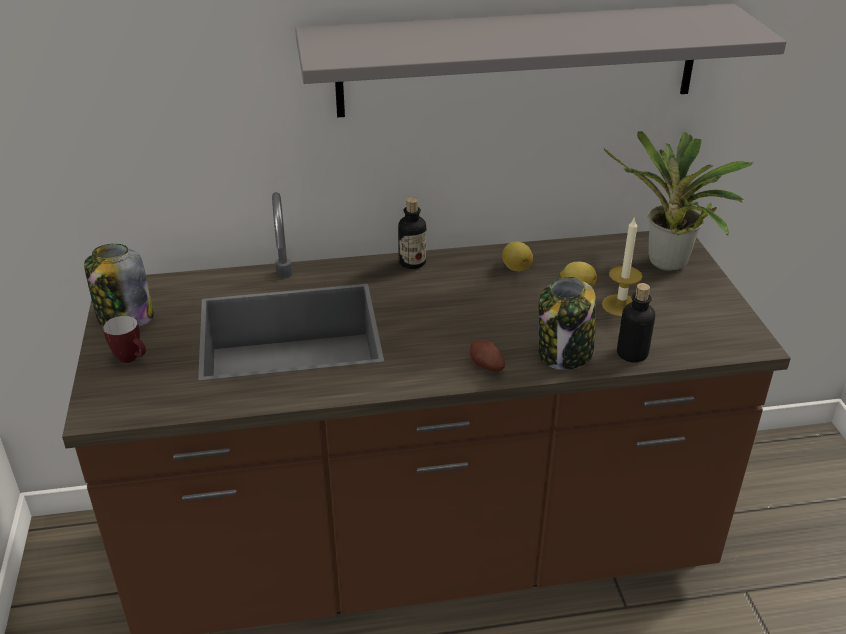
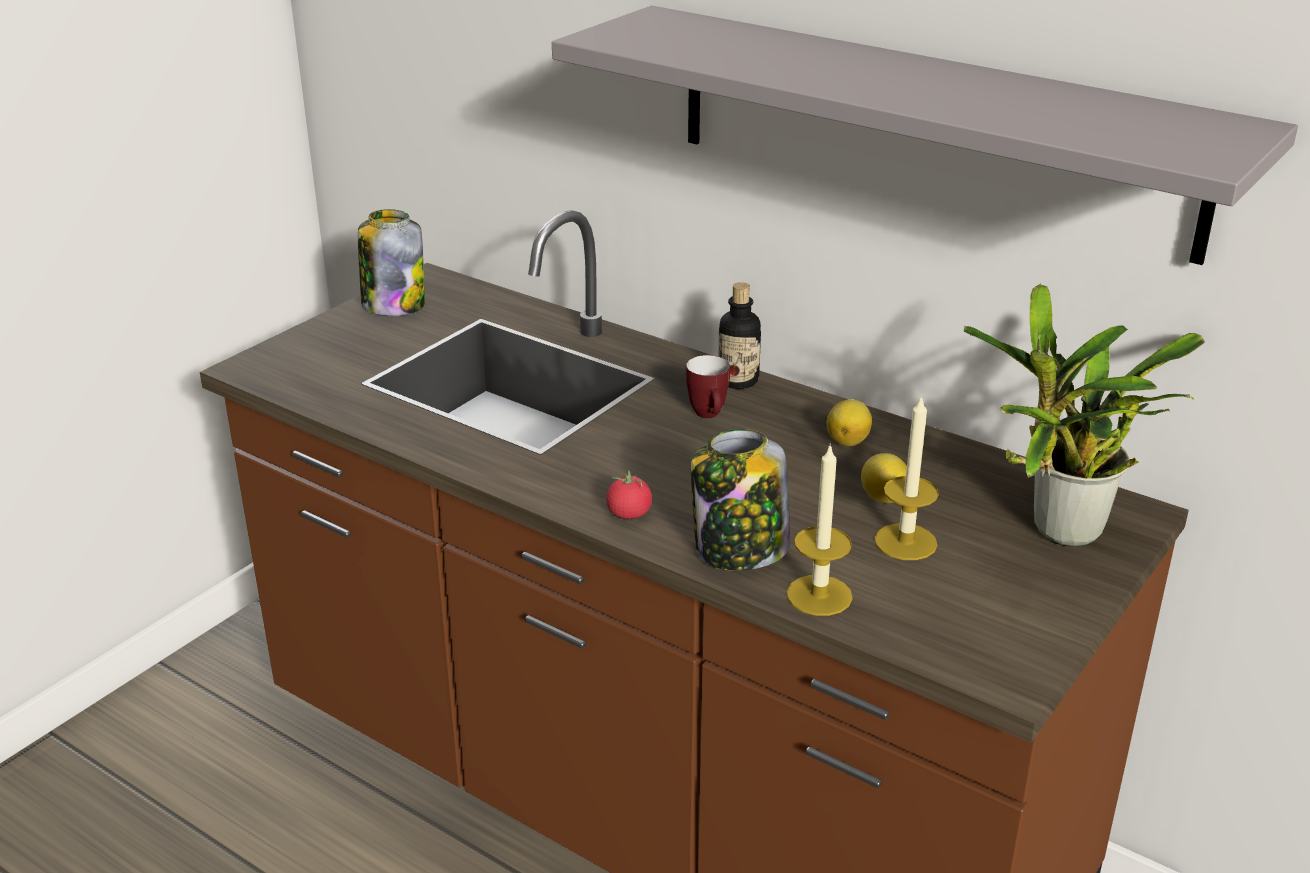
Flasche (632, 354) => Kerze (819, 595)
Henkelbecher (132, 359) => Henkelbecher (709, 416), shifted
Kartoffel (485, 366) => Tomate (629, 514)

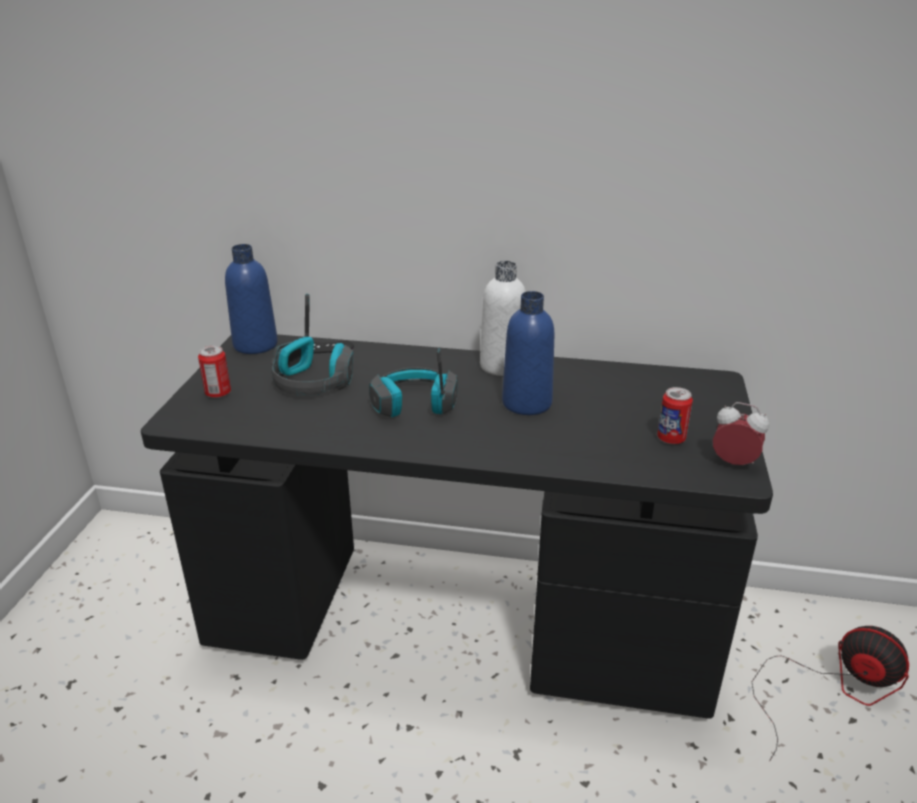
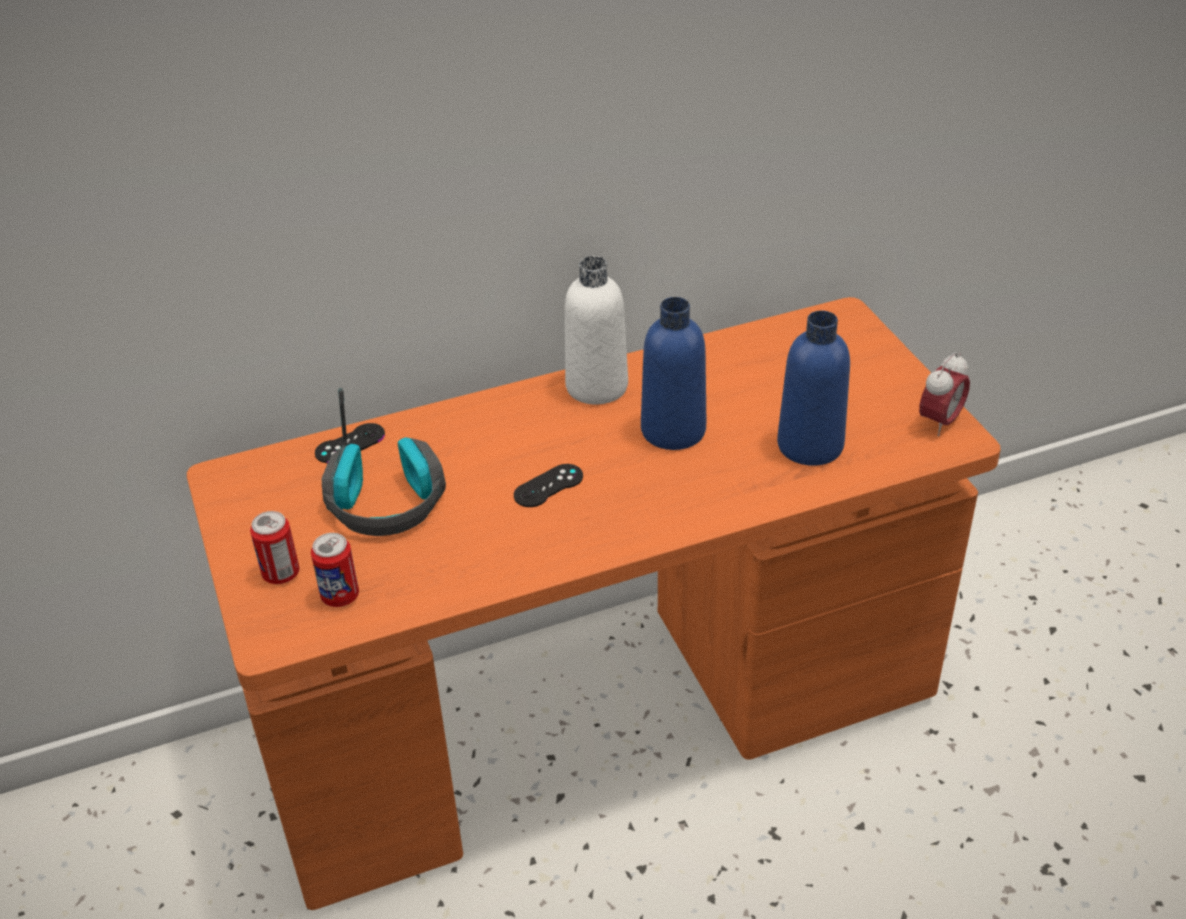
Flasche/blau (255, 345) => Flasche/blau (810, 445), shifted
Schreibtisch/schwarz (458, 622) => Schreibtisch/orange (601, 720)
Kopfhörer (414, 405) => Gamepad/schwarz (548, 486)
Dose (671, 439) => Dose (340, 596), shifted
Wecker (733, 463) => Wecker (940, 422), 135 degrees clockwise
Ventilator (831, 689) => nothing

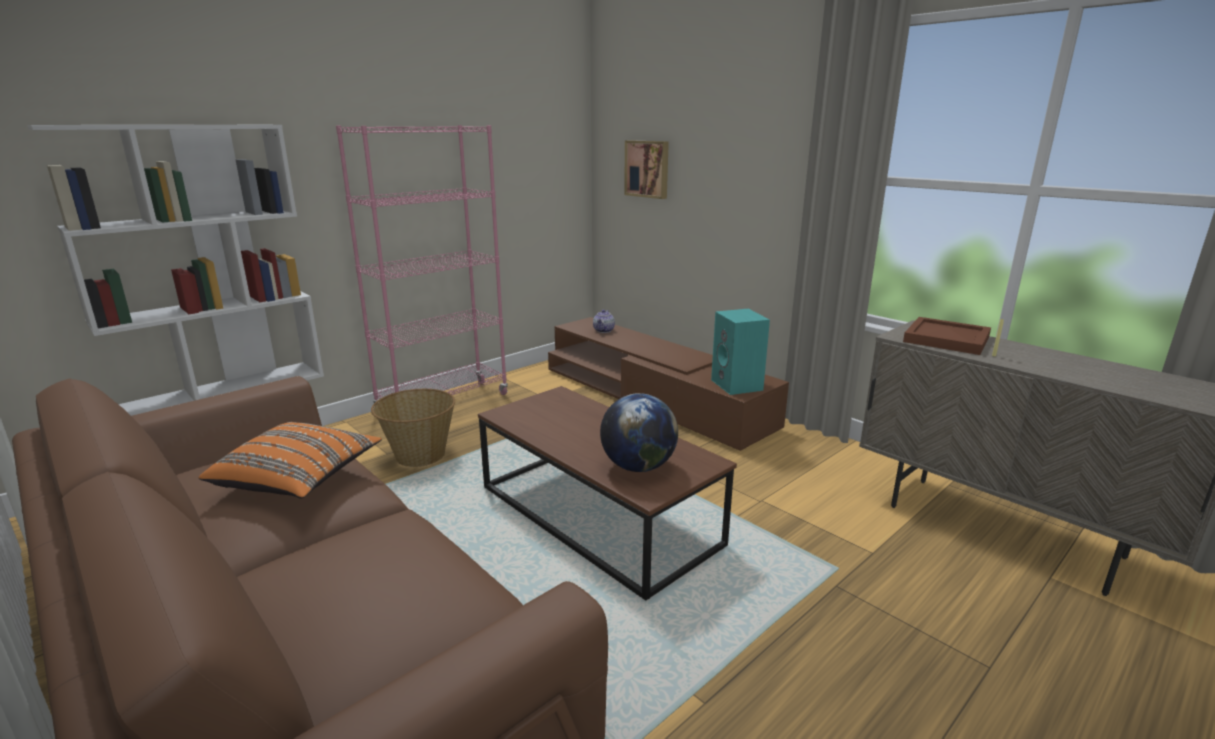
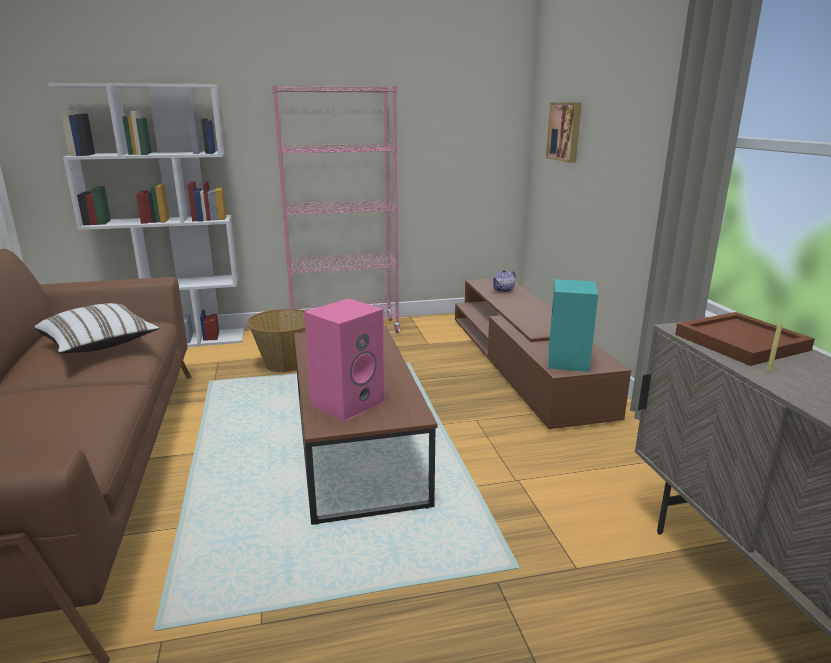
Globus (638, 467) => Lautsprecher/rosa (348, 402)
Kissen/orange (299, 480) => Kissen/weiß (99, 345)

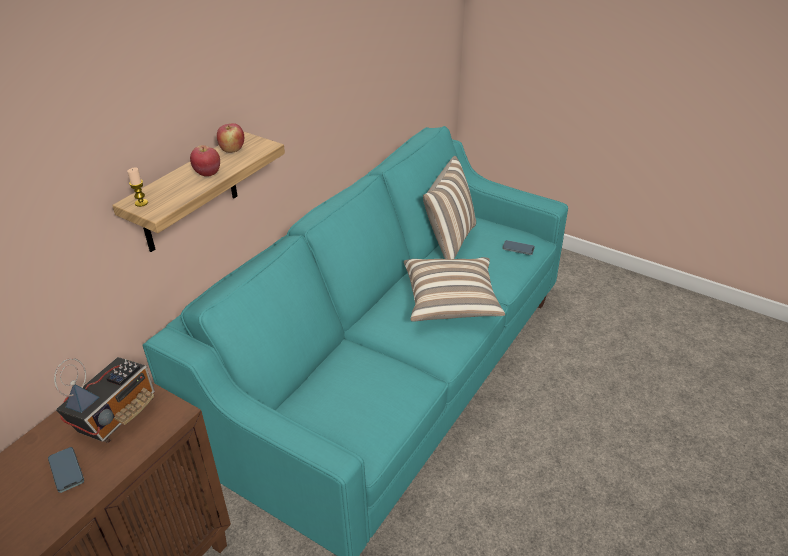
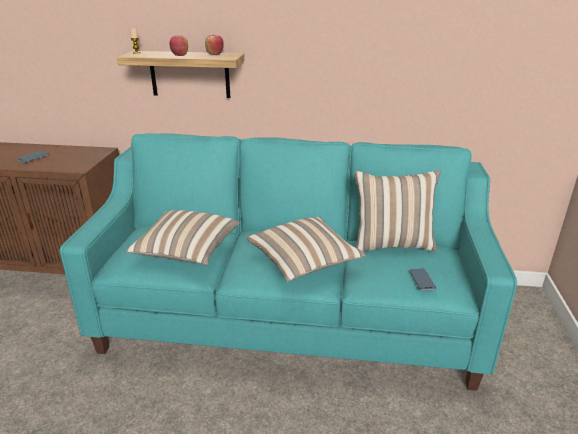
Radio (117, 416) => nothing
nothing => Kissen (187, 251)

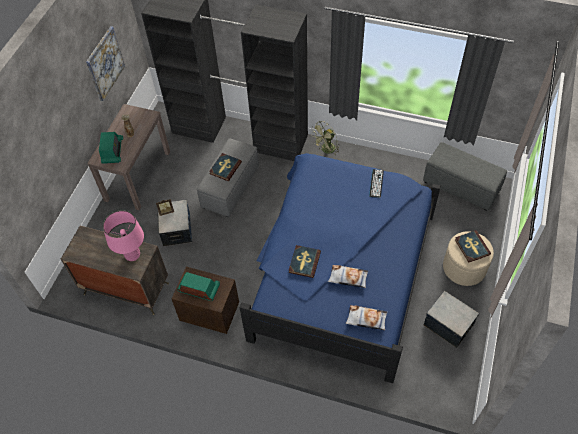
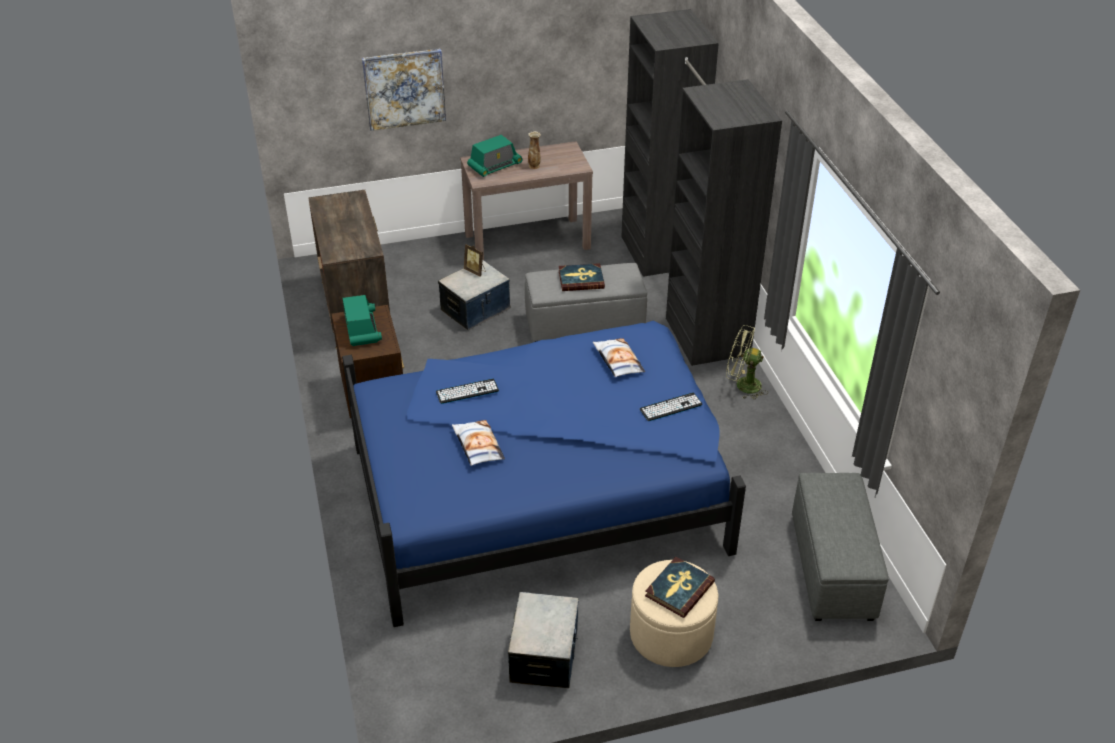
Bild (105, 63) => Bild (404, 89), shifted
Tischlampe/rosa (132, 255) => nothing
Buch (304, 262) => Tastatur (467, 391)
Kissen (366, 319) => Kissen (617, 361), shifted

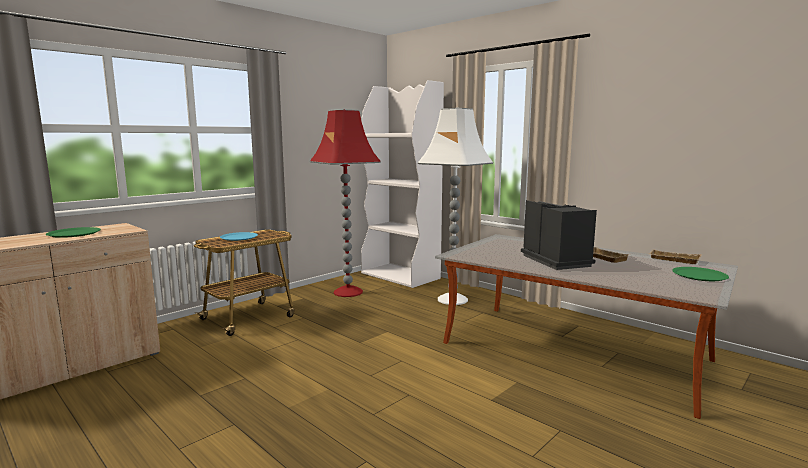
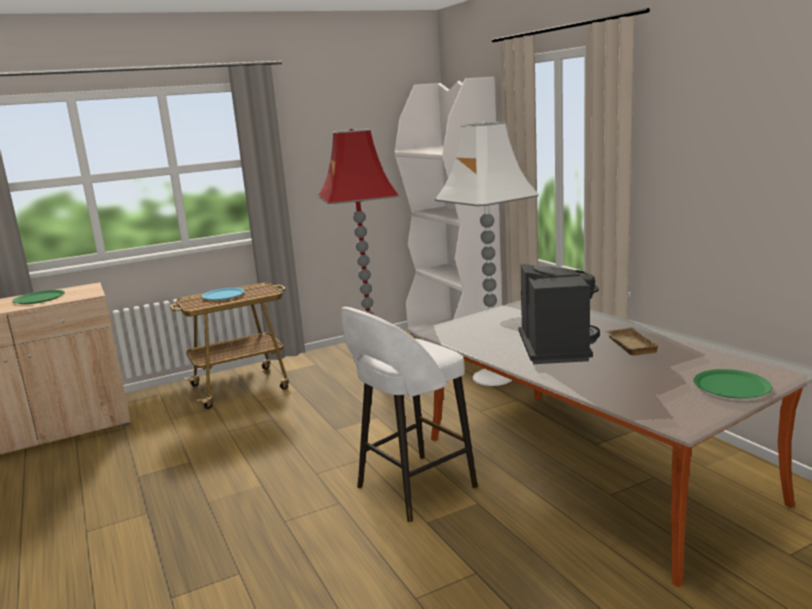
Tablett/beige (673, 260) => nothing
nothing => Hocker/weiß (413, 488)

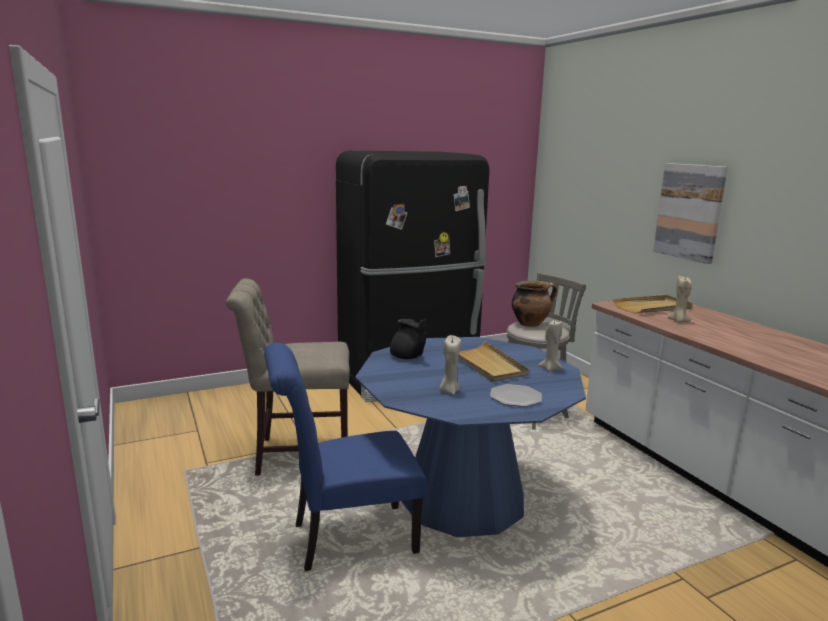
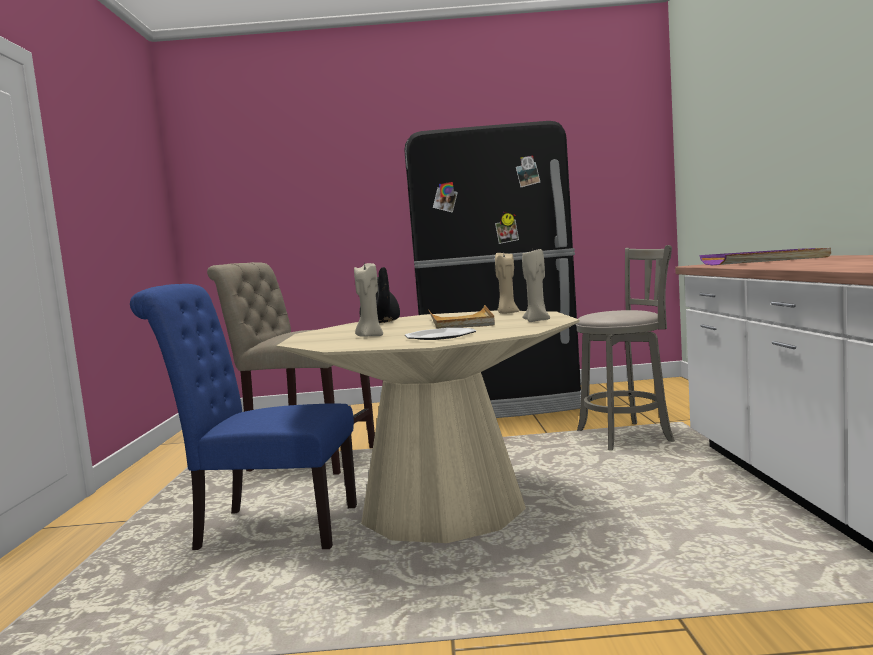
Bild (689, 212) => nothing
Kerze/beige (678, 321) => Kerze/beige (507, 313), shifted
Kochtopf (530, 324) => nothing
Tablett/beige (653, 307) => Tablett/lila (764, 261)
Esstisch/blau (463, 499) => Esstisch/beige (442, 507)

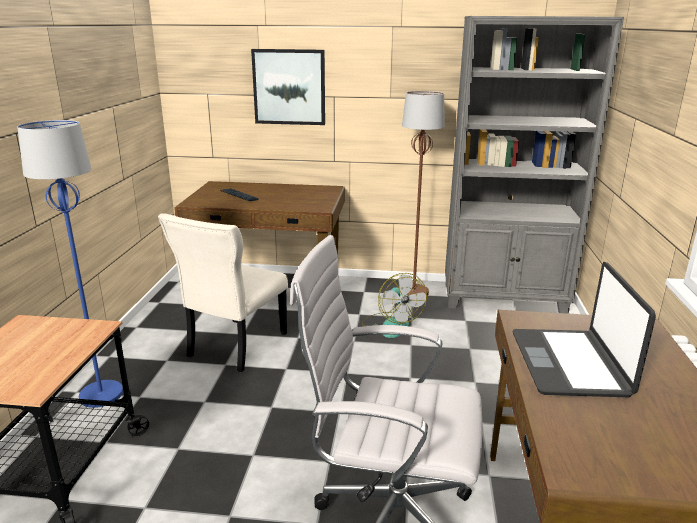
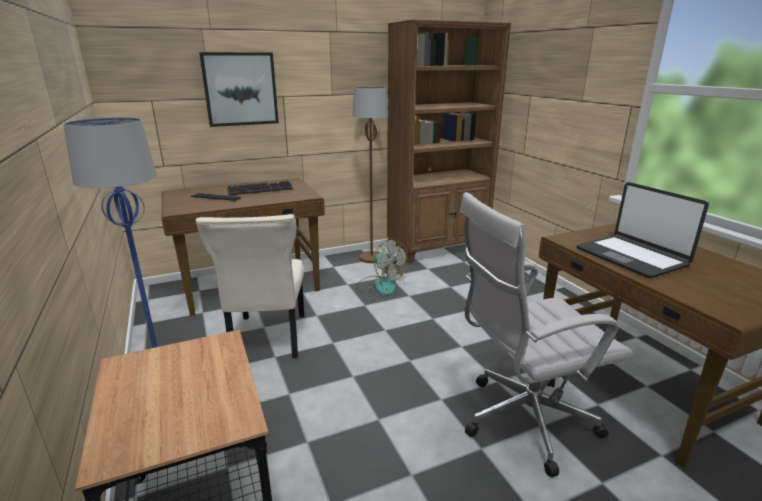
Bücherregal/grau (504, 299) => Bücherregal/braun (438, 248)
nothing => Tastatur (261, 189)

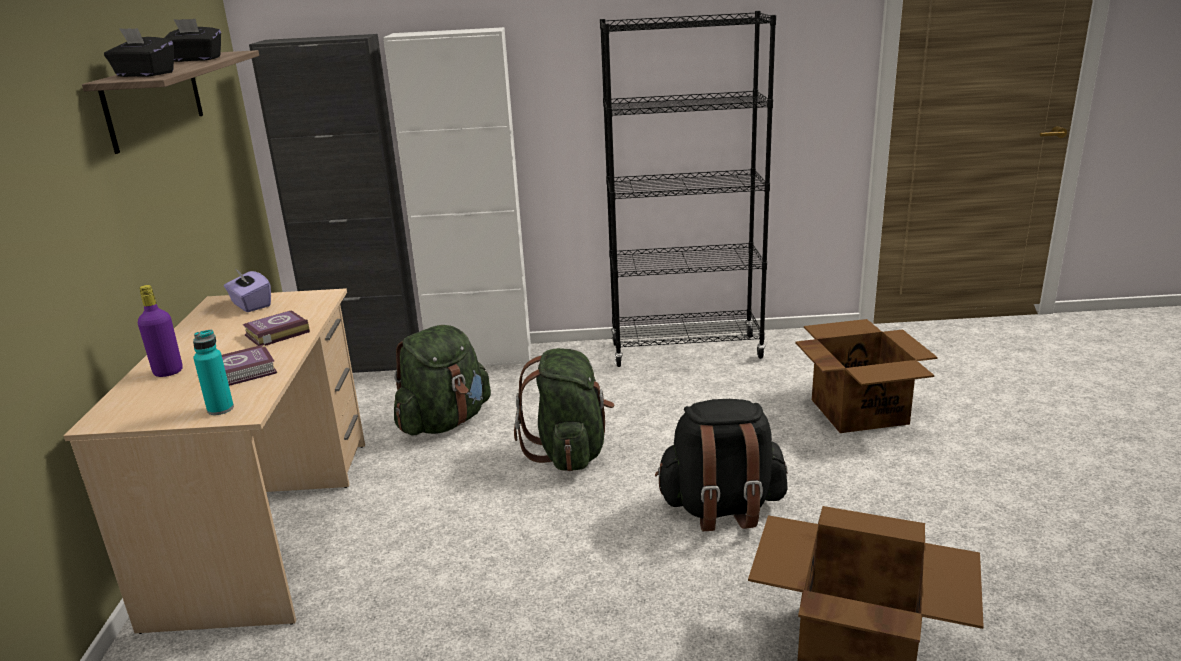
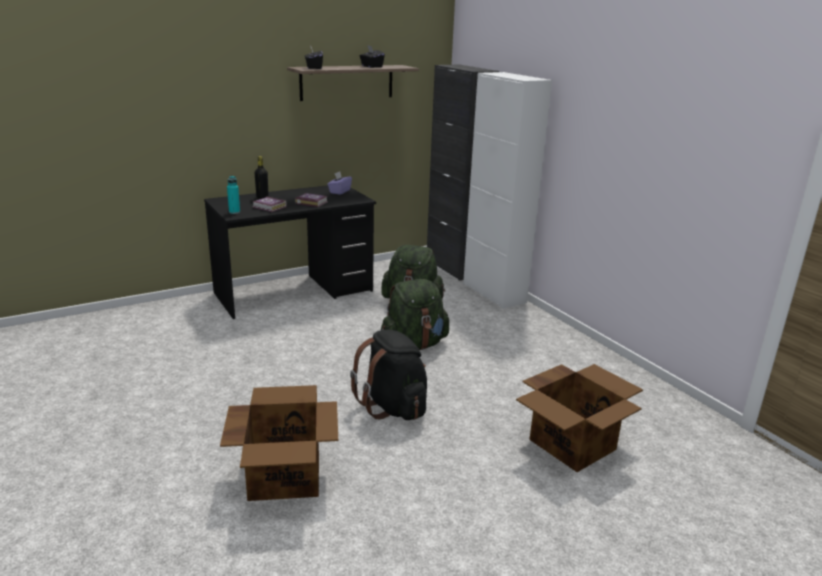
Bücherregal/schwarz (686, 351) => nothing
Flasche/lila (168, 372) => Flasche/schwarz (262, 197)
Schreibtisch/beige (269, 525) => Schreibtisch/schwarz (294, 292)

